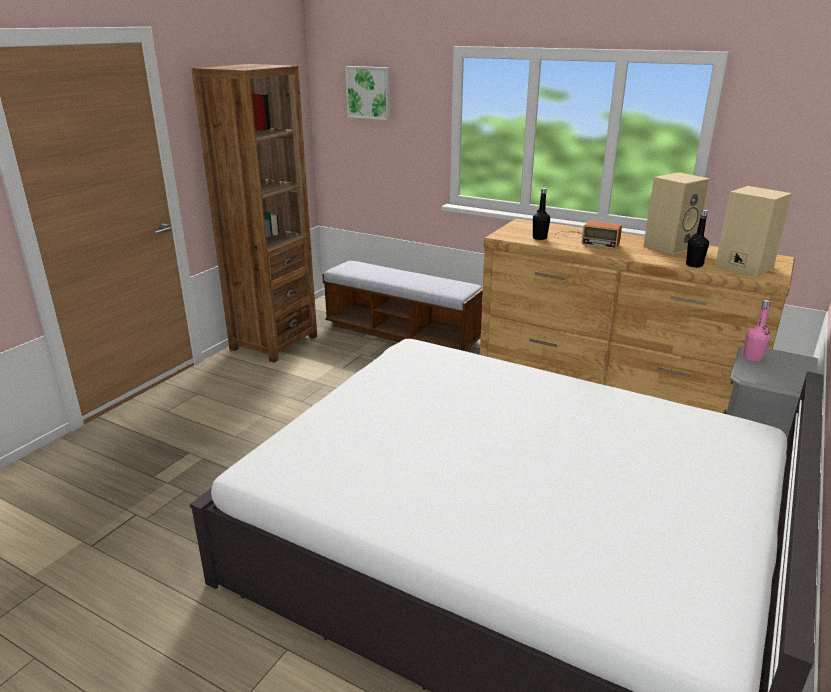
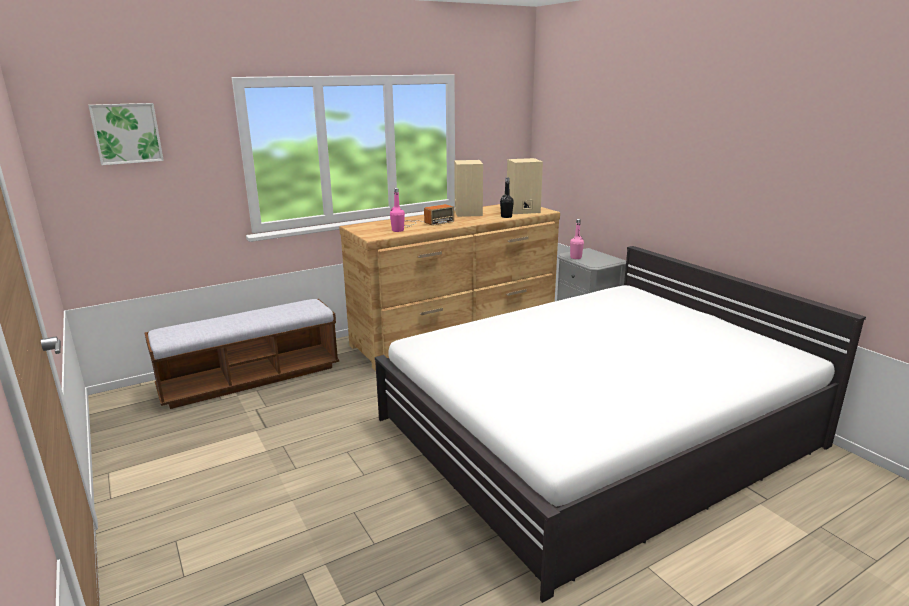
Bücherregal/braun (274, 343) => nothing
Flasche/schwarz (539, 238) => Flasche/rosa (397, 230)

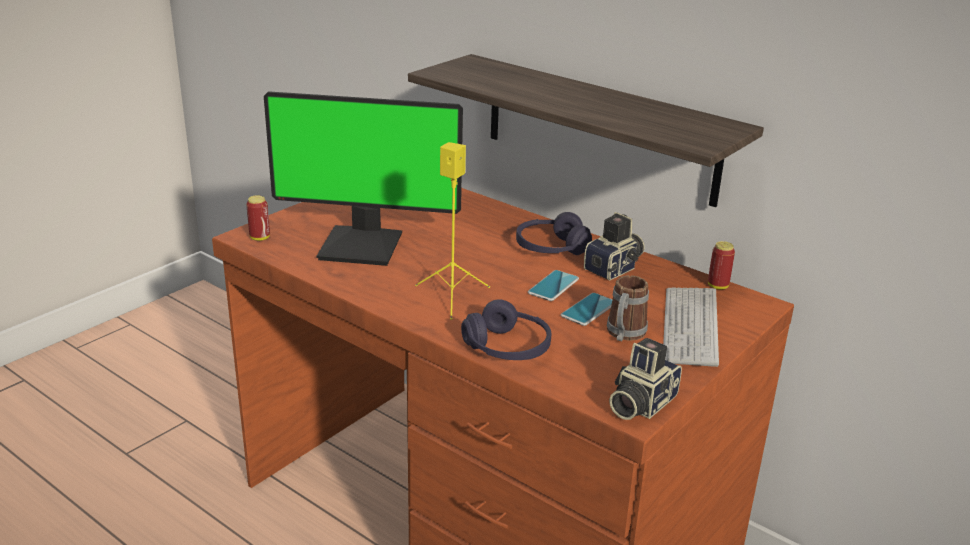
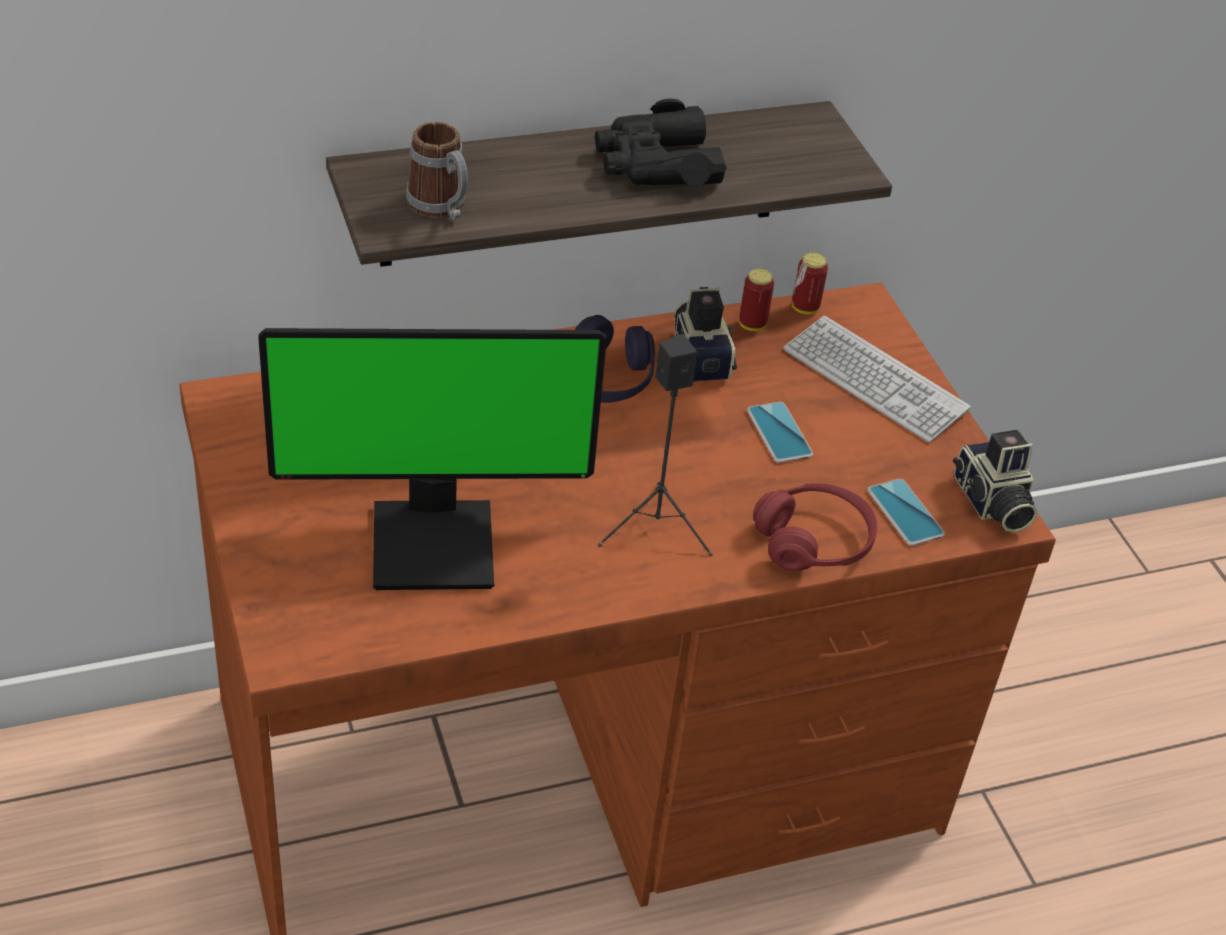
Monitor (363, 245) => Monitor (435, 541), 45 degrees clockwise
Lautsprecher/gelb (452, 296) => Lautsprecher/schwarz (655, 526)
Dose (260, 238) => Dose (752, 325), shifted
Handy (553, 286) => Handy (905, 513), shifted
Henkelbecher (624, 334) => Henkelbecher (442, 208), shifted
Kopfhörer/lila (507, 348) => Kopfhörer/rot (813, 542)
nothing => Fernglas/schwarz (656, 164)

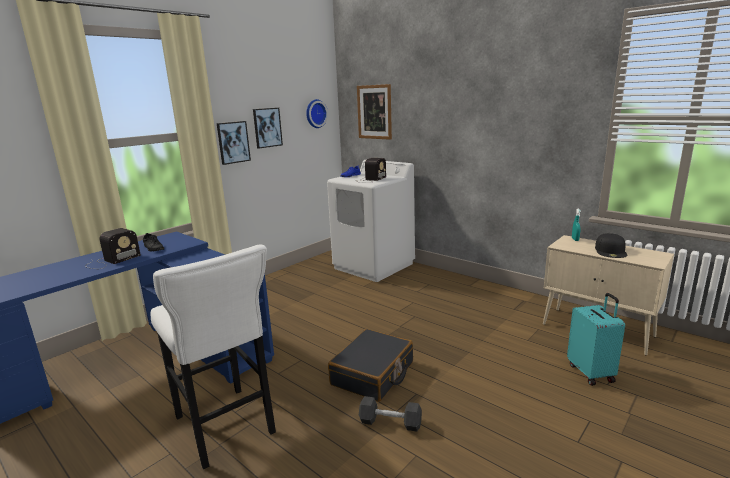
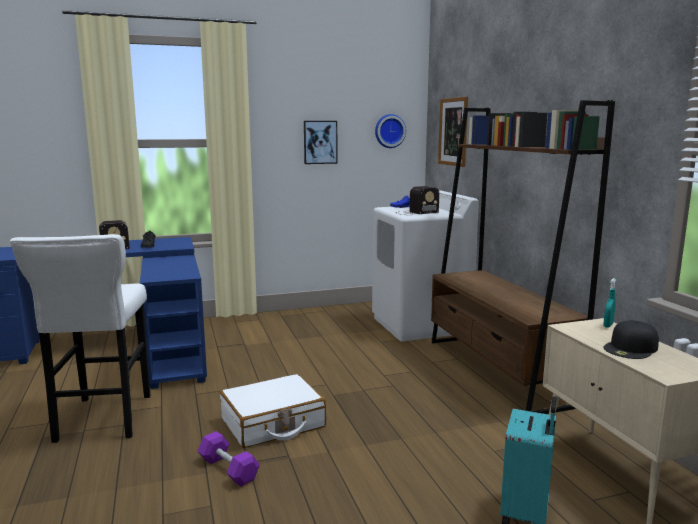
Bild (233, 142) => nothing
Koffer/schwarz (373, 374) => Koffer/weiß (273, 423)
Hantel/schwarz (390, 422) => Hantel/lila (228, 469)
nothing => Bücherregal/braun (498, 371)

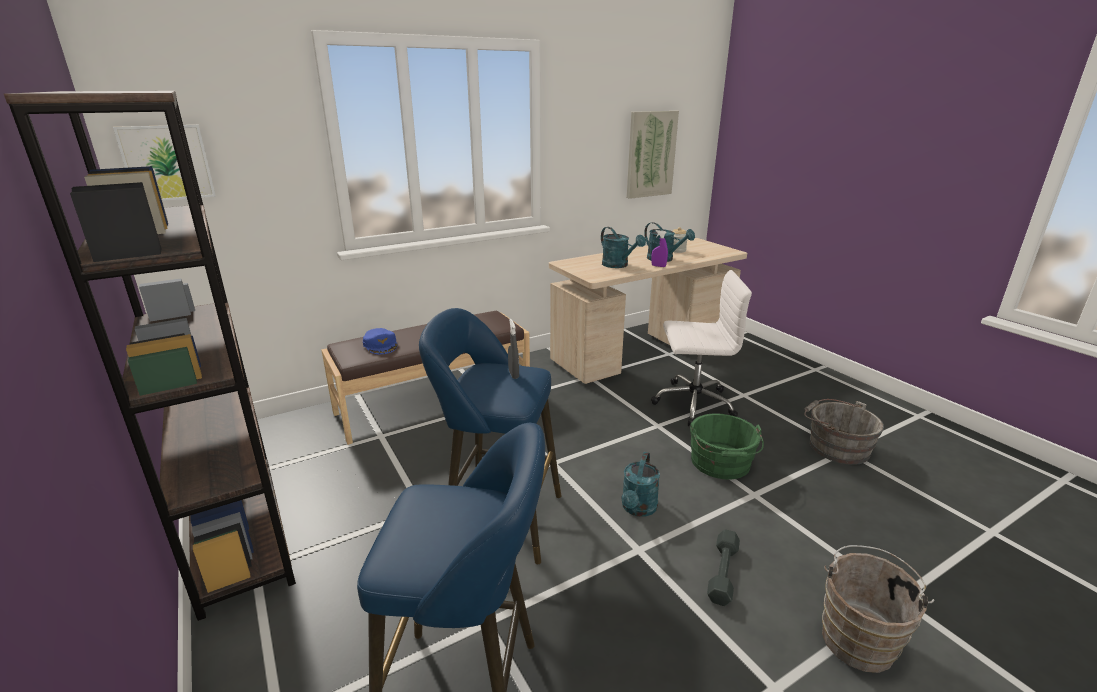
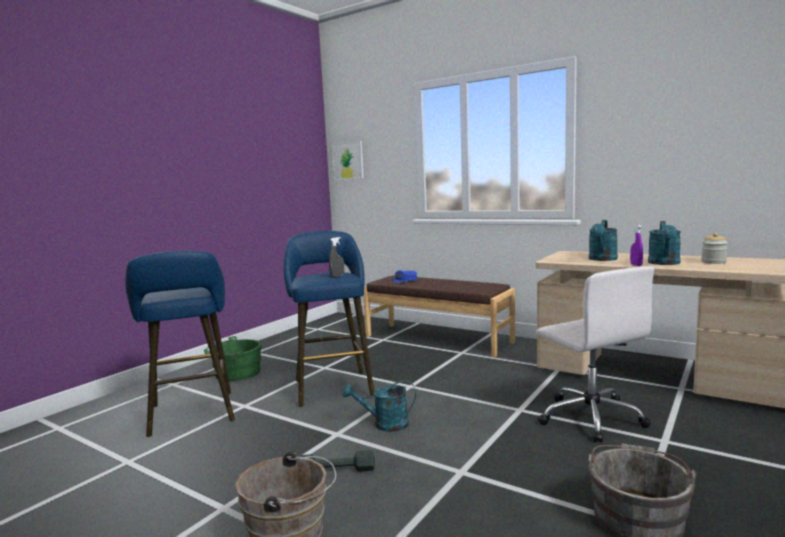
Bücherregal/braun (239, 534) => nothing
Bild (650, 154) => nothing
Eimer/grün (721, 464) => Eimer/grün (235, 373), shifted

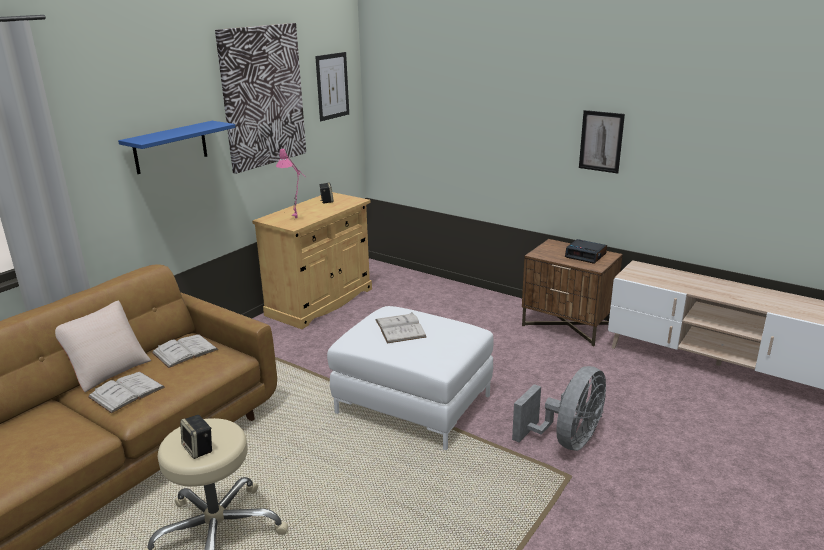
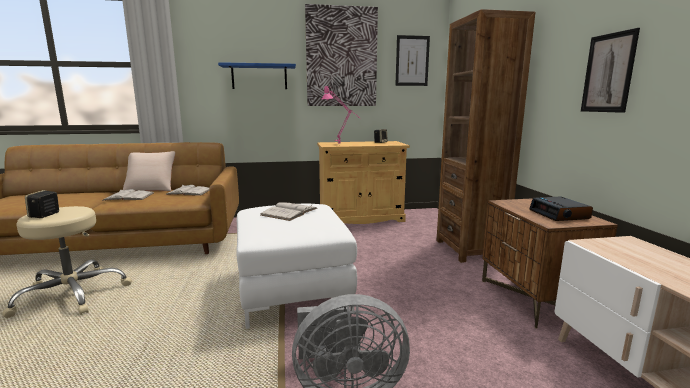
nothing => Bücherregal/braun (470, 249)

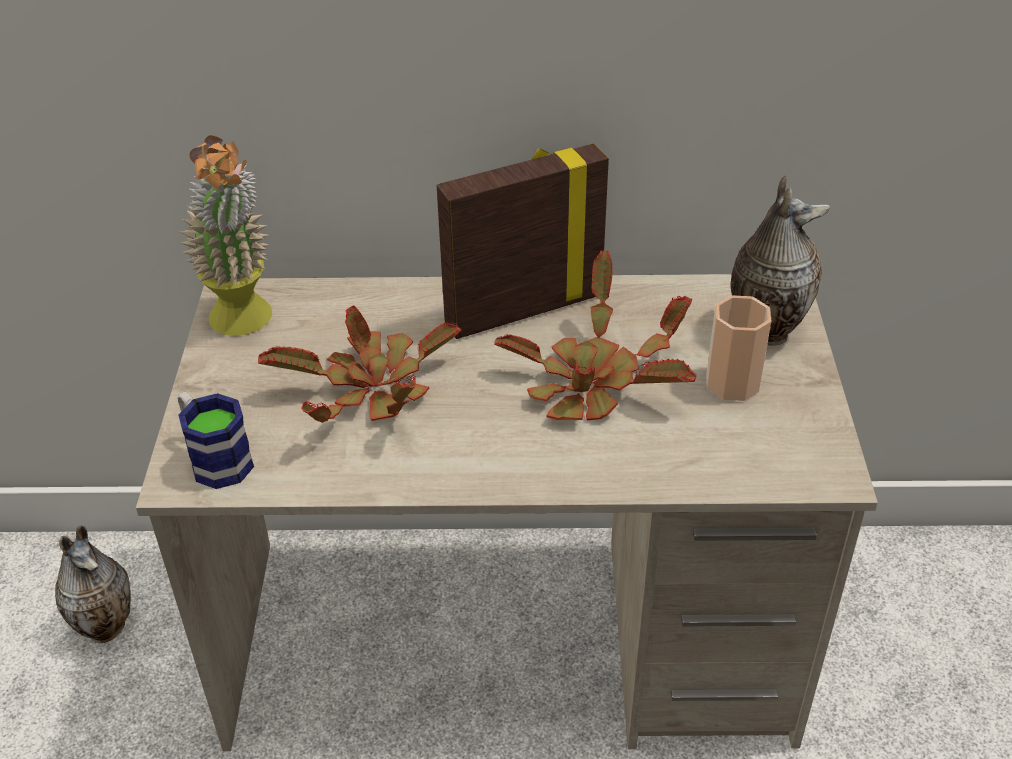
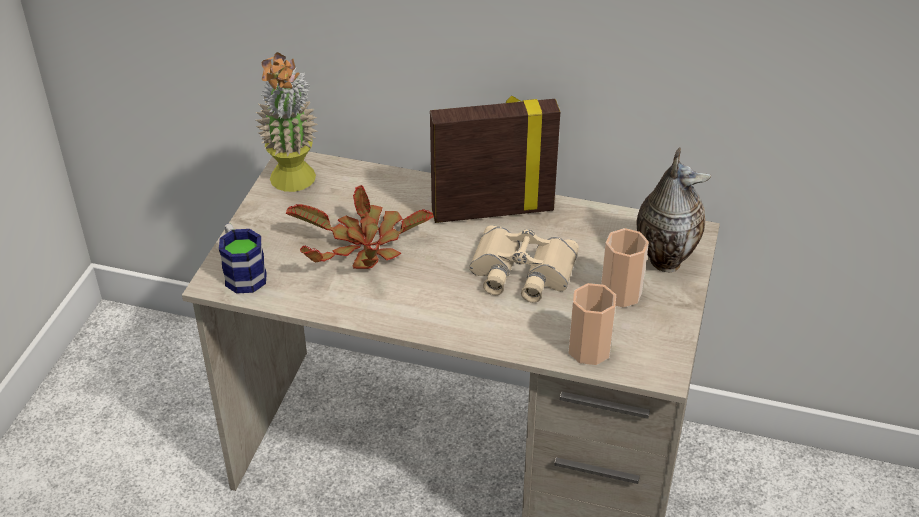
Topfpflanze (594, 382) => Fernglas/beige (521, 272)
Vase (108, 625) => nothing
nothing => Tasse (589, 350)

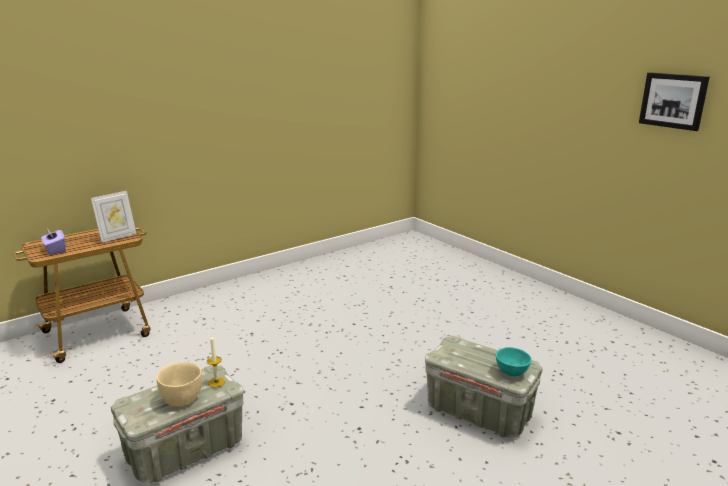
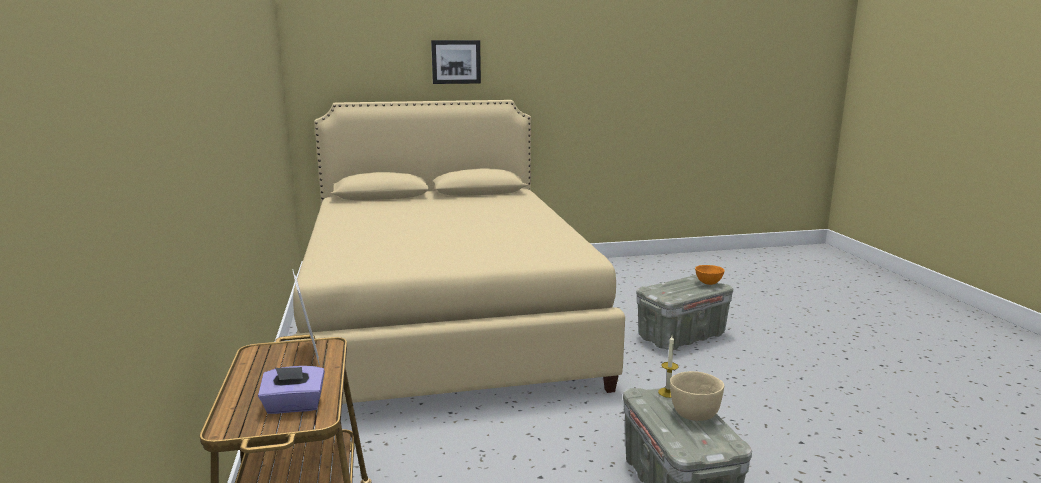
Bild (673, 100) => Bild (456, 62), shifted
Schüssel/türkis (511, 372) => Schüssel/orange (708, 283)
nothing => Bett/beige (445, 324)

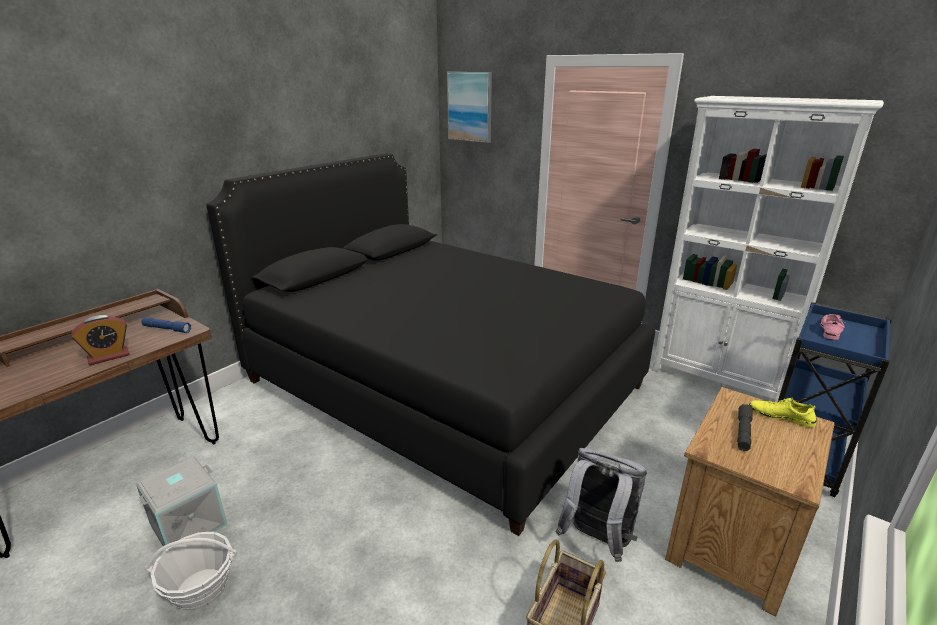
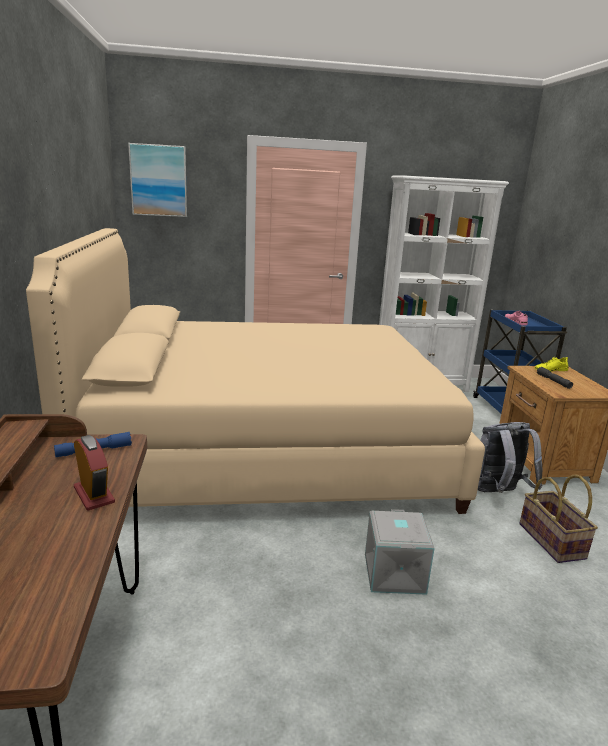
Bett/schwarz (443, 384) => Bett/beige (266, 450)
Wecker (108, 356) => Wecker (94, 495), 45 degrees counterclockwise
Aufbewahrungsbox/grau (189, 524) => Aufbewahrungsbox/grau (393, 573), shifted
Korb (201, 589) => nothing

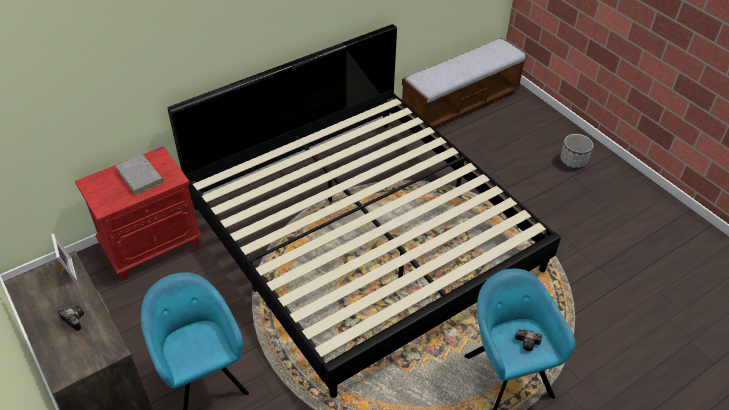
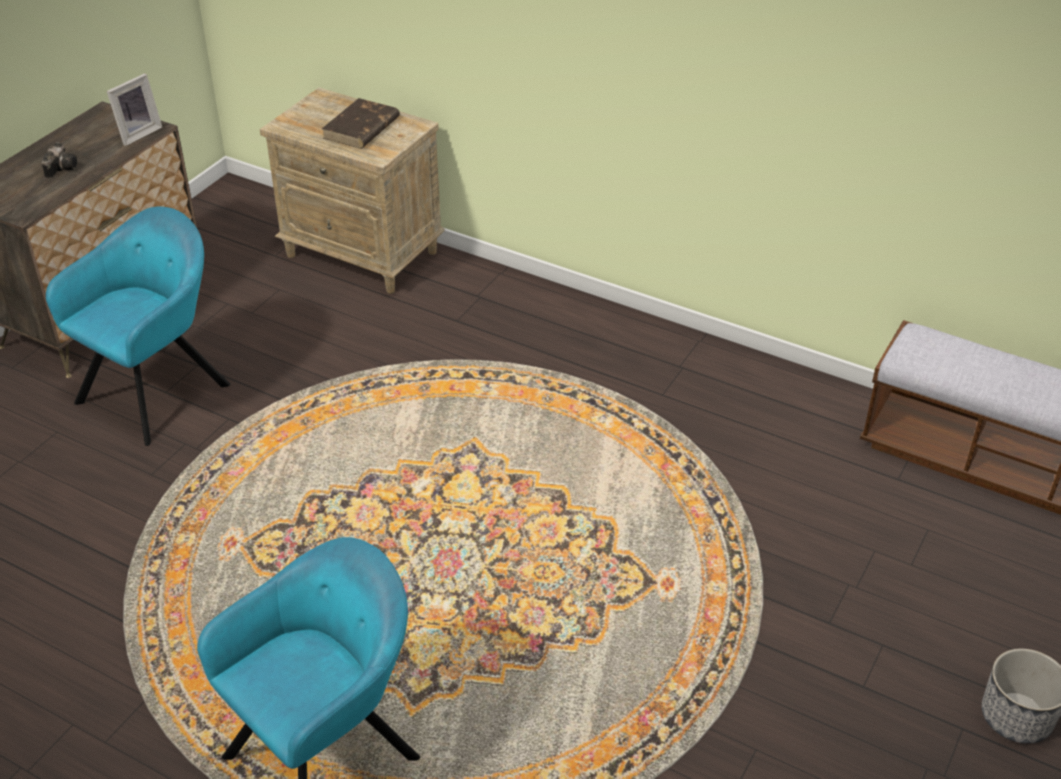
Bett (363, 237) => nothing
Nachttisch/rot (152, 245) => Nachttisch/beige (363, 254)
Buch/grau (140, 176) => Buch/braun (361, 128)
Kamera (528, 343) => nothing

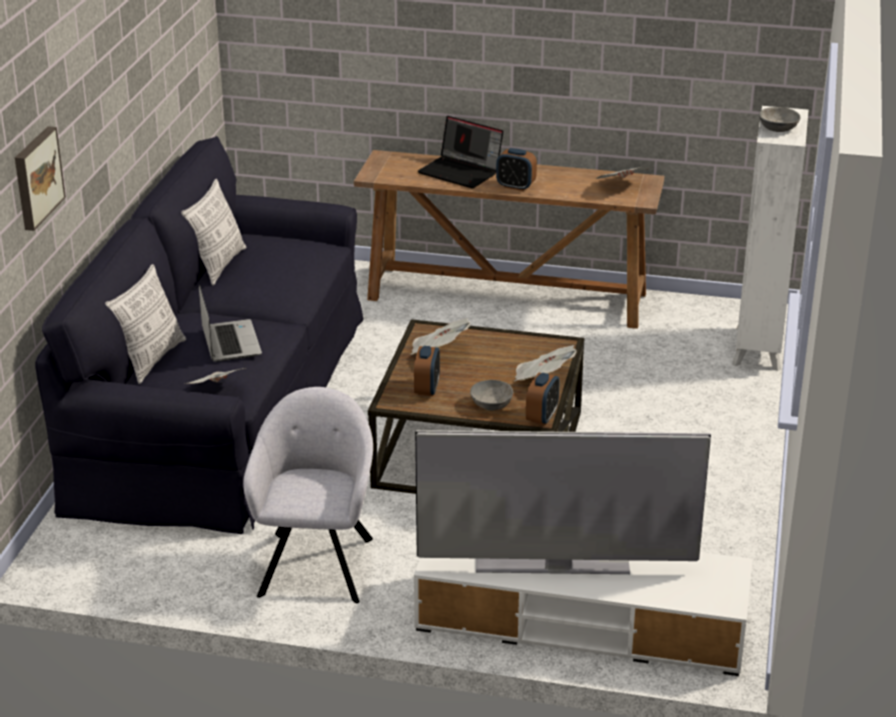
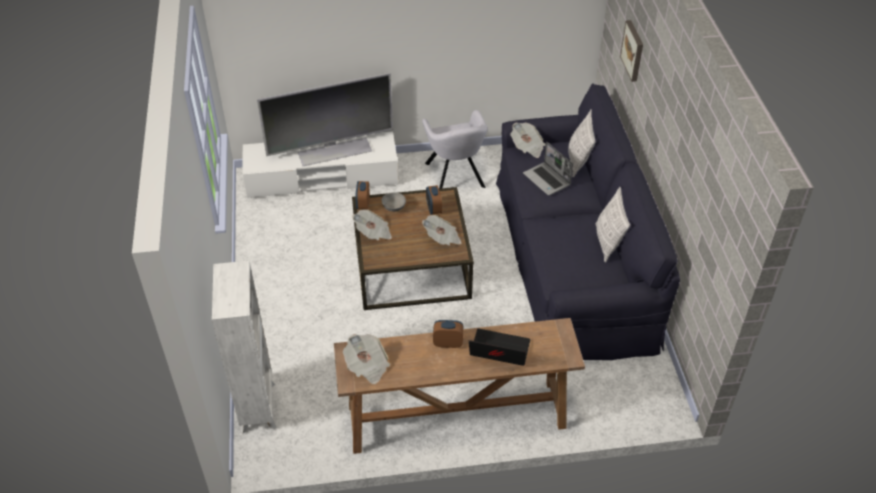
Schüssel/grau (777, 128) => nothing

